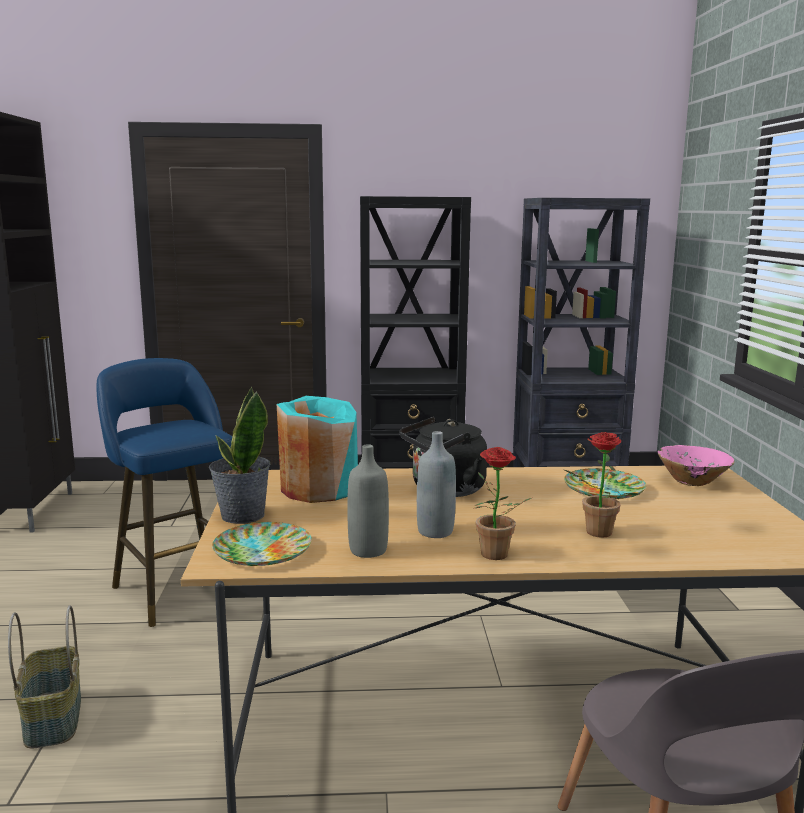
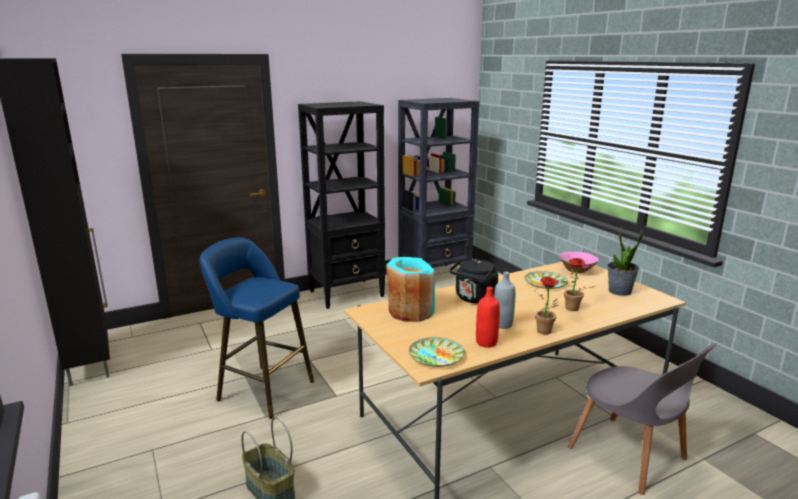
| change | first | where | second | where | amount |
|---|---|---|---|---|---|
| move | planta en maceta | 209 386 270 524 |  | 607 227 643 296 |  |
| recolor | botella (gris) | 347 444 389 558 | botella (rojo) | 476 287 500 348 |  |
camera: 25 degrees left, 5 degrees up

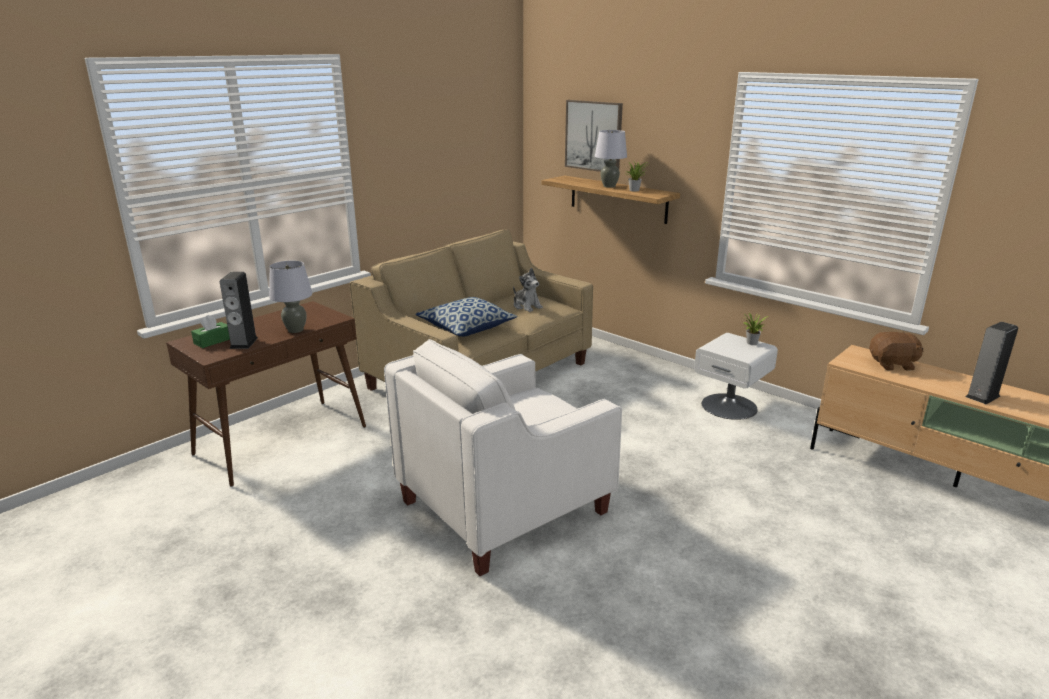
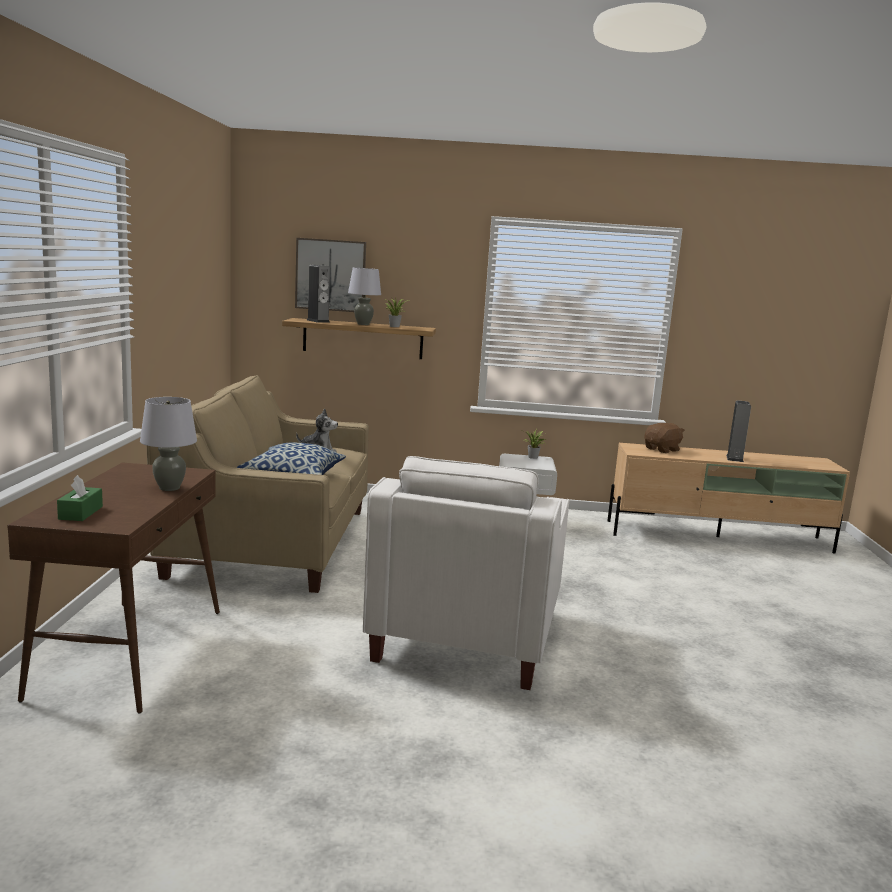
| change | first | where | second | where | amount |
|---|---|---|---|---|---|
| move | altavoz | 220 272 258 349 |  | 307 265 330 322 |  |
camera: 40 degrees left, 10 degrees down

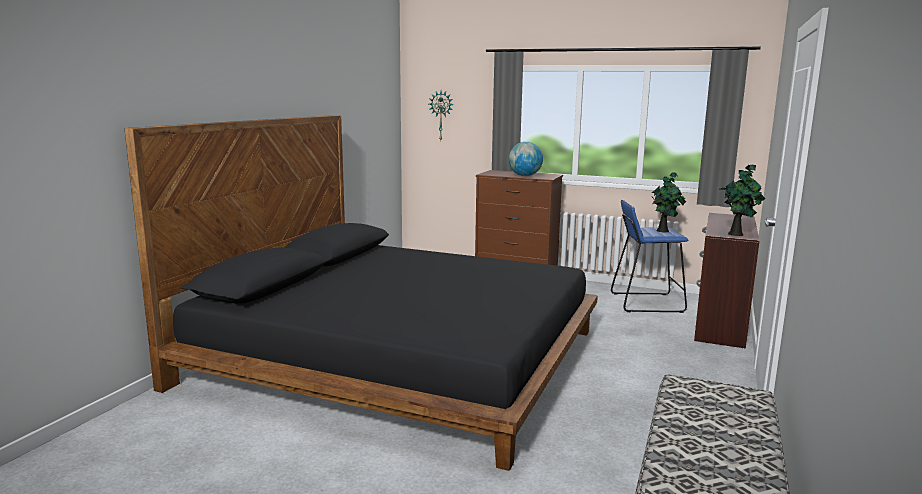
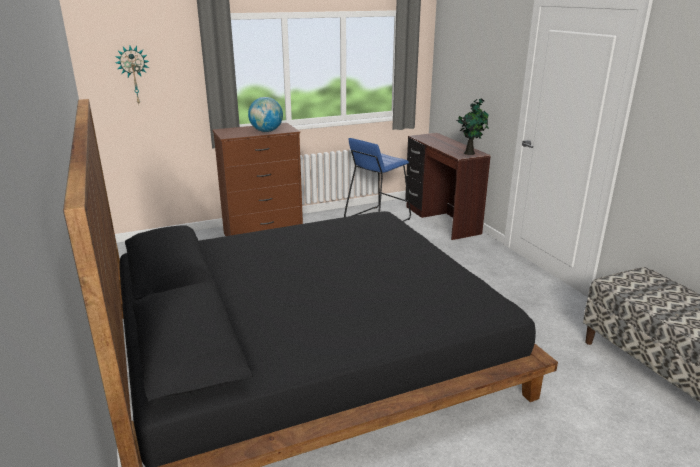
| change | first | where | second | where | amount |
|---|---|---|---|---|---|
| delete | planta en maceta | 651 173 686 232 |  |  |  |
camera: 45 degrees left, 10 degrees up

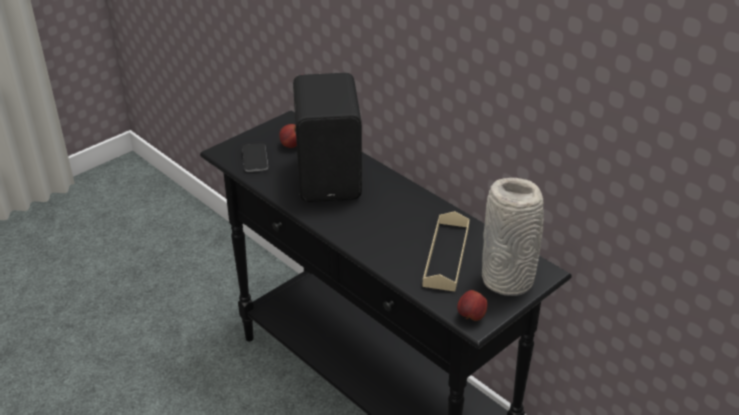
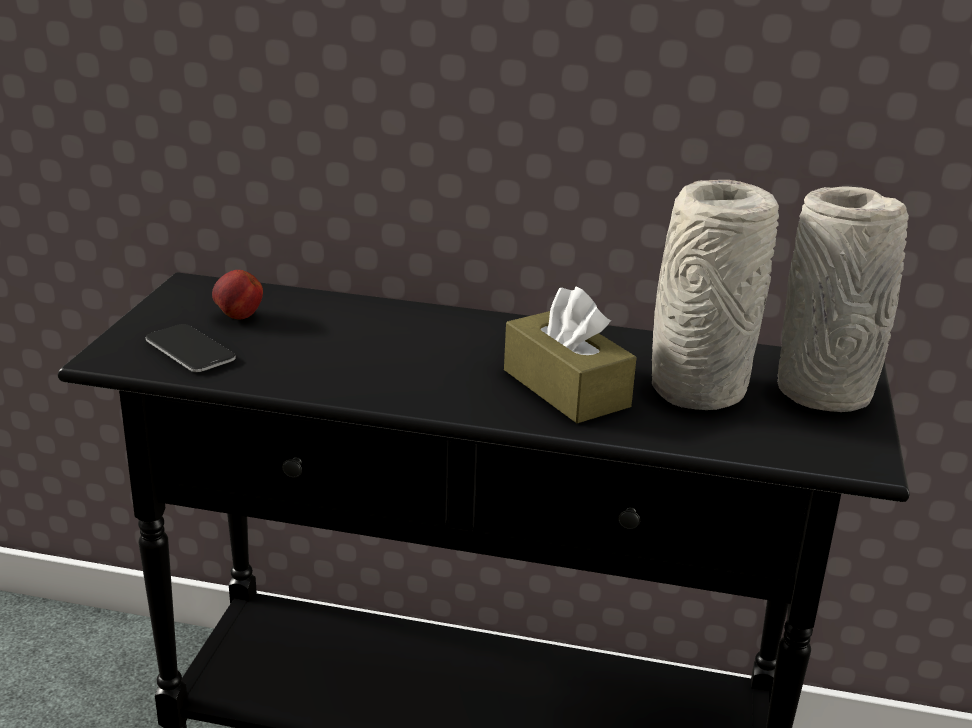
| change | first | where | second | where | amount |
|---|---|---|---|---|---|
| delete | altavoz (negro) | 293 73 362 202 |  |  |  |
| replace | bandeja (beis) | 422 211 470 291 | florero (gris) | 652 180 779 410 |  |
| delete | manzana | 457 290 487 321 |  |  |  |
| insert |  |  | caja de pañuelos (marrón) | 504 286 637 423 |  |
camera: 35 degrees left, 10 degrees down

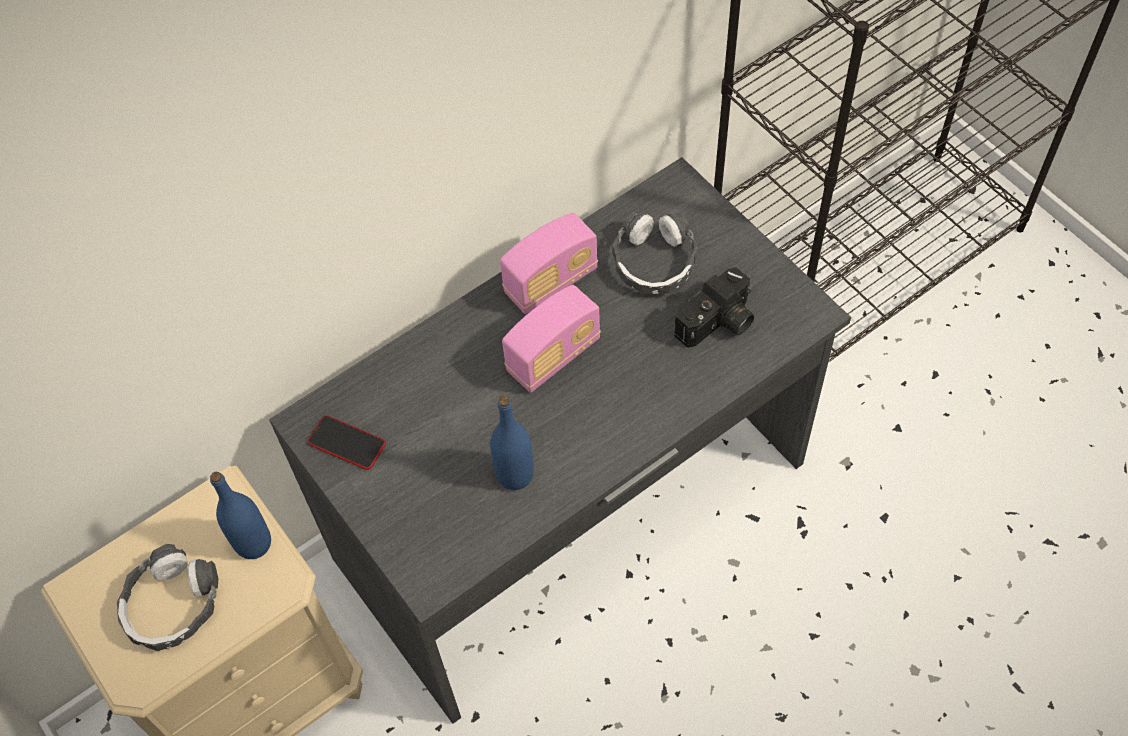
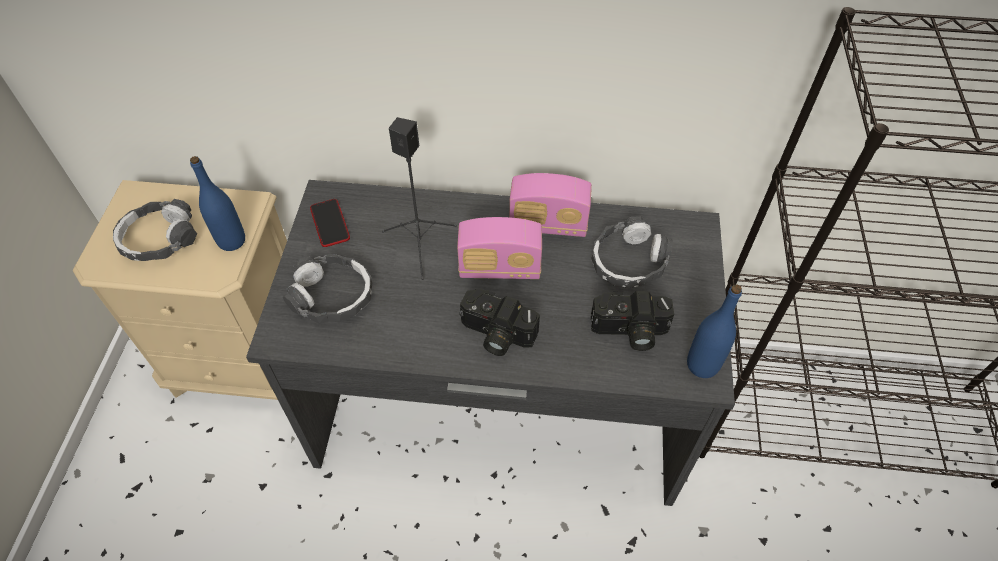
| change | first | where | second | where | amount |
|---|---|---|---|---|---|
| move | botella (azul) | 490 396 534 490 |  | 687 284 742 378 |  |
| insert |  |  | altavoz (negro) | 382 117 457 280 |  |
| insert |  |  | auriculares | 283 254 372 323 |  |
| insert |  |  | cámara | 459 288 540 356 |  |
camera: 40 degrees right, 5 degrees down

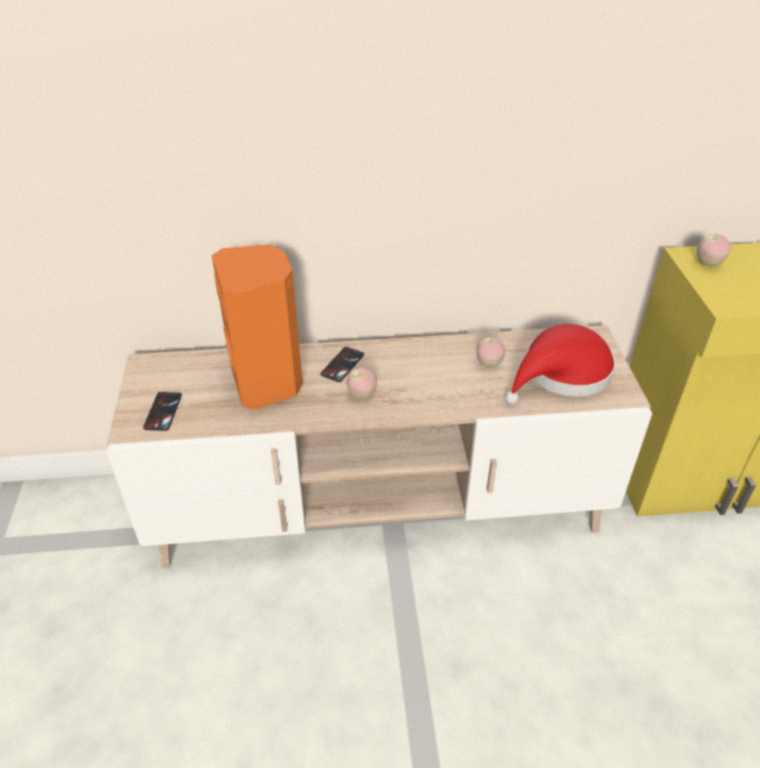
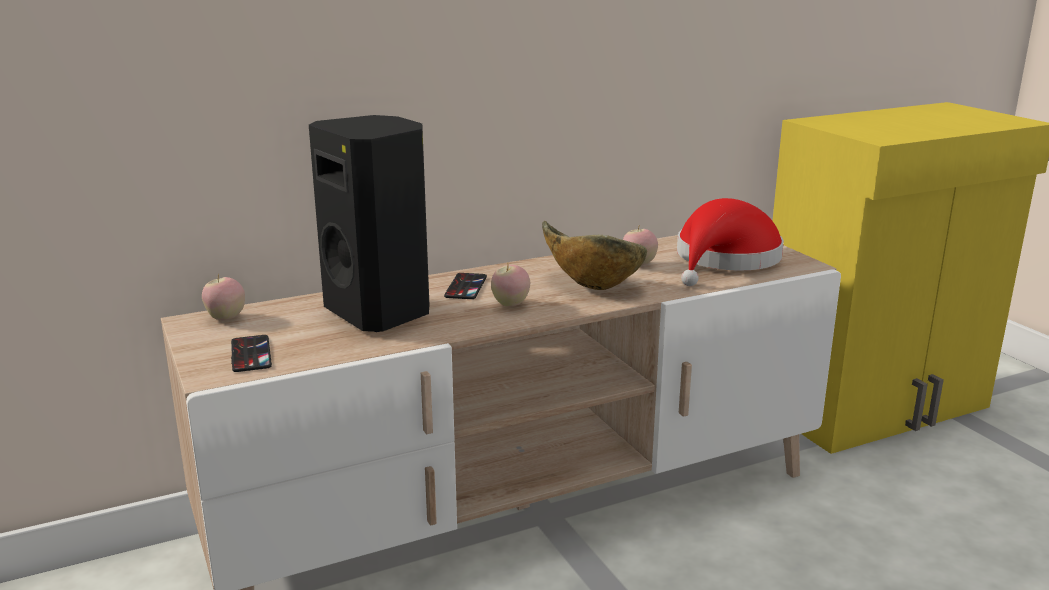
| change | first | where | second | where | amount |
|---|---|---|---|---|---|
| move | manzana | 697 233 731 266 |  | 202 274 245 320 |  |
| recolor | altavoz (naranja) | 212 244 303 410 | altavoz (negro) | 309 115 429 332 |  |
| insert |  |  | cuenco | 542 221 647 290 |  |
camera: 20 degrees left, 20 degrees down

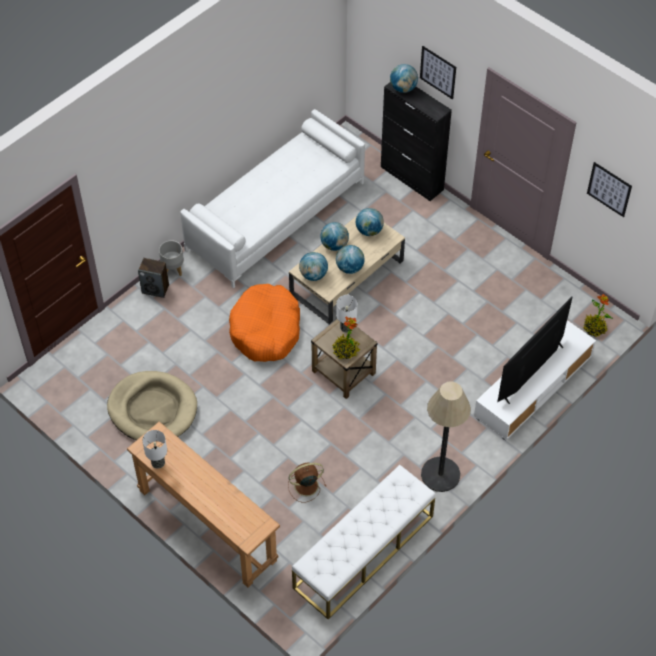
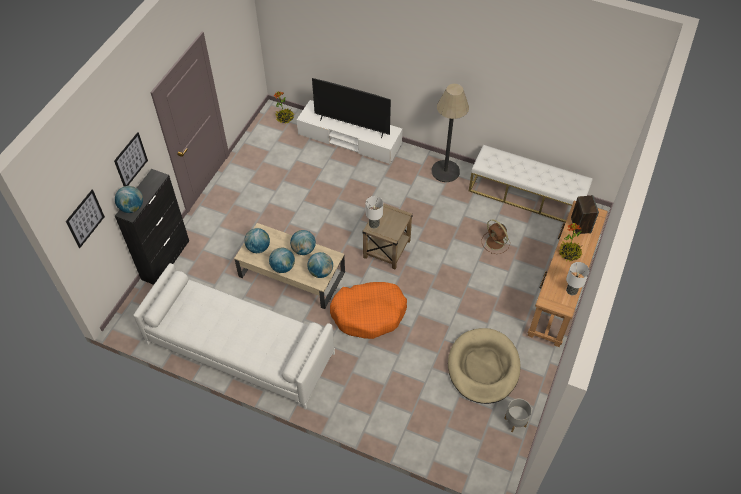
| change | first | where | second | where | amount |
|---|---|---|---|---|---|
| move | cuadro | 587 162 632 217 |  | 66 190 105 248 |  |
| move | maceta (gris) | 159 240 184 276 |  | 504 399 532 432 |  |
| move | altavoz | 138 258 169 298 |  | 571 195 599 234 |  |
| move | planta en maceta | 333 317 360 359 |  | 559 223 583 262 |  |
camera: 110 degrees left, 0 degrees up

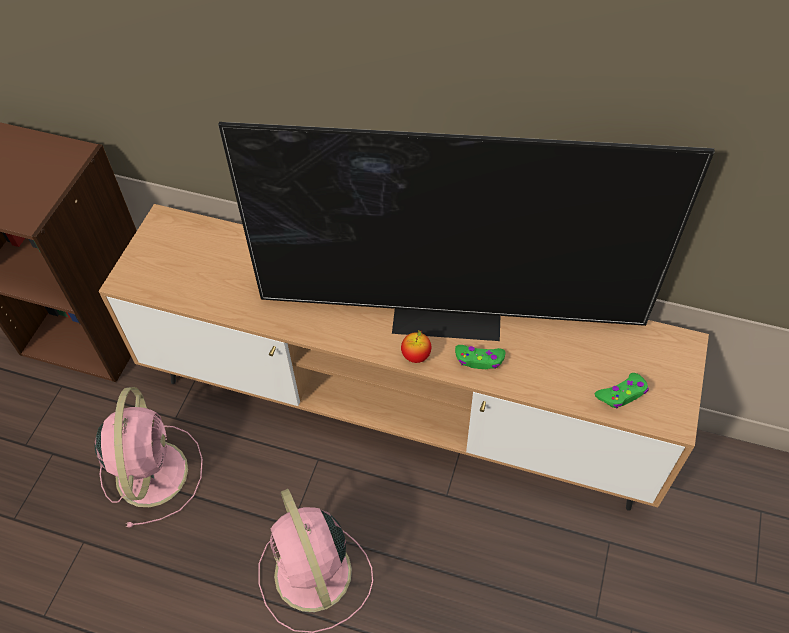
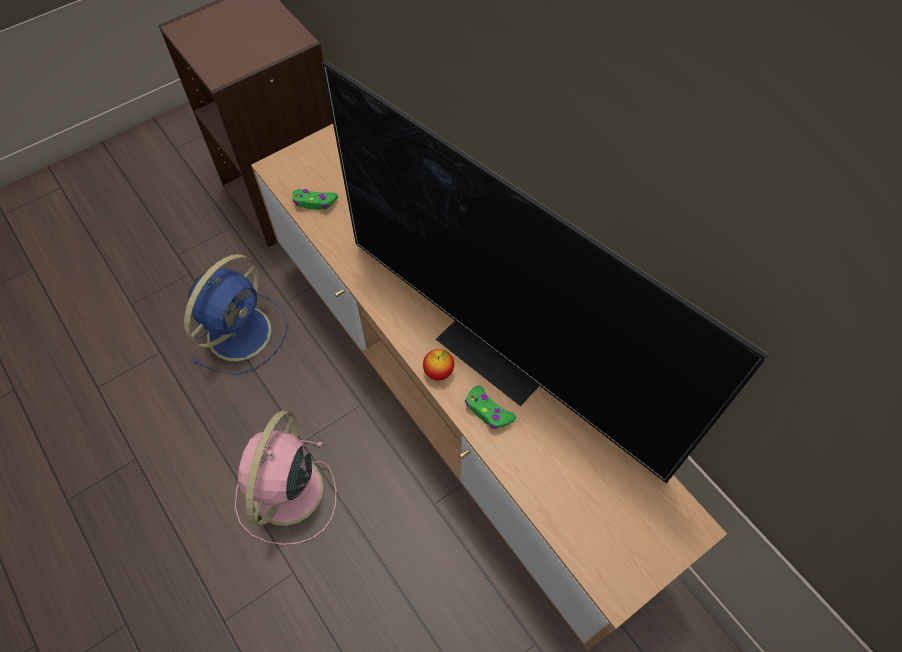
| change | first | where | second | where | amount |
|---|---|---|---|---|---|
| move | mando de consola (verde) | 595 373 649 409 |  | 292 189 338 210 |  |
| recolor | ventilador (rosa) | 95 387 203 528 | ventilador (azul) | 184 254 287 375 |  |
camera: 35 degrees right, 5 degrees up

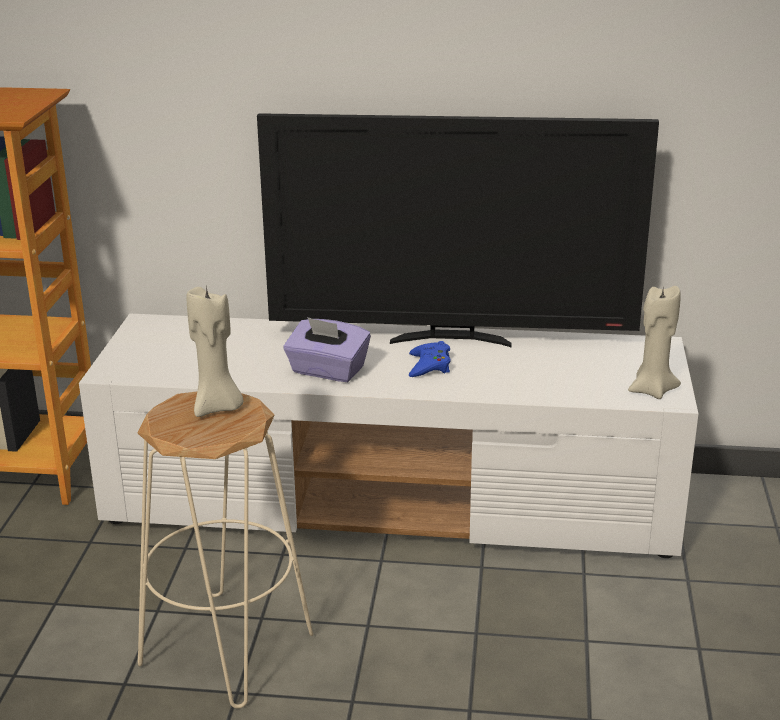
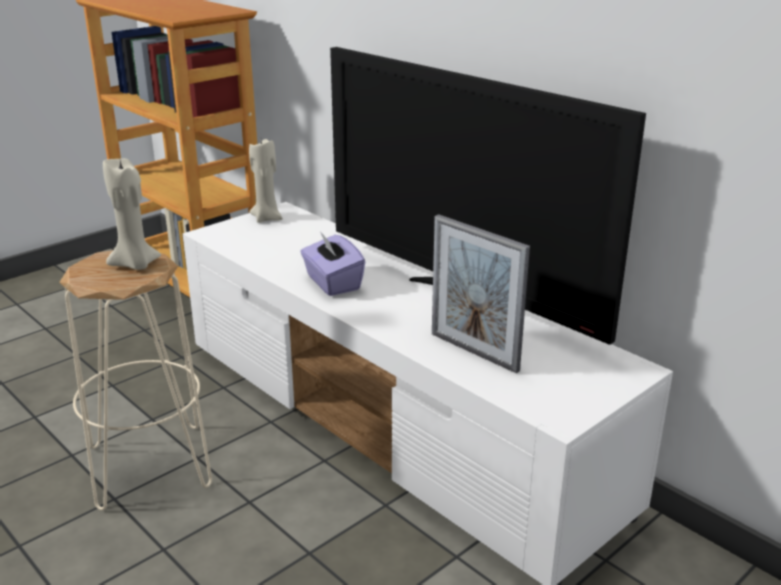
| change | first | where | second | where | amount |
|---|---|---|---|---|---|
| move | vela (beis) | 628 286 681 399 |  | 249 139 283 223 |  |
| delete | mando de consola (azul) | 409 341 451 377 |  |  |  |
| insert |  |  | portarretratos | 432 214 530 373 |  |
camera: 40 degrees right, 0 degrees up

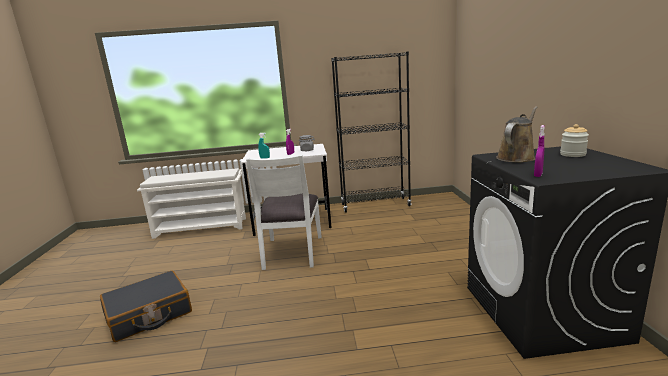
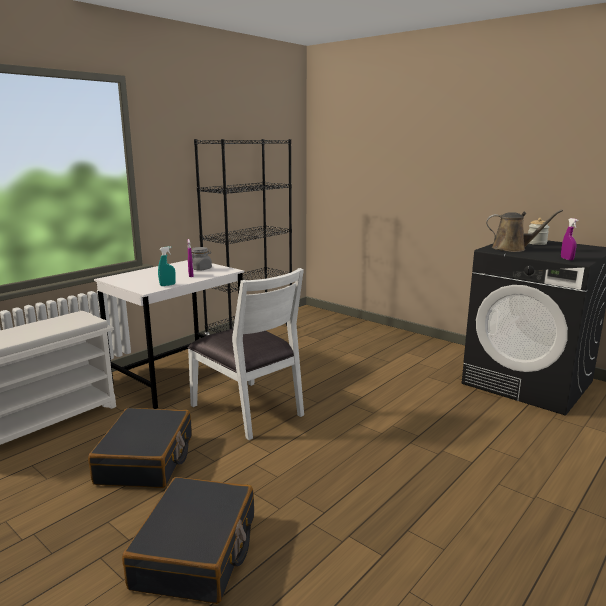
| change | first | where | second | where | amount |
|---|---|---|---|---|---|
| rotate | regadera (marrón) | 496 106 537 162 |  | 486 210 563 252 | 105 degrees clockwise |
| insert |  |  | maleta (negro) | 88 408 192 488 |  |
camera: 45 degrees left, 0 degrees up

